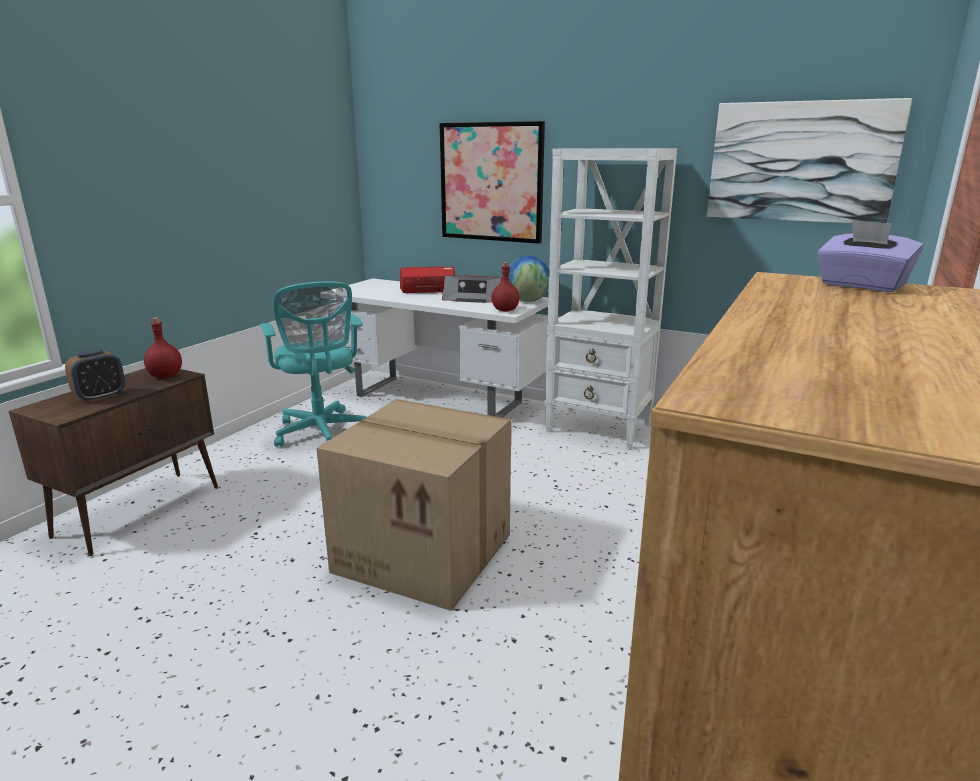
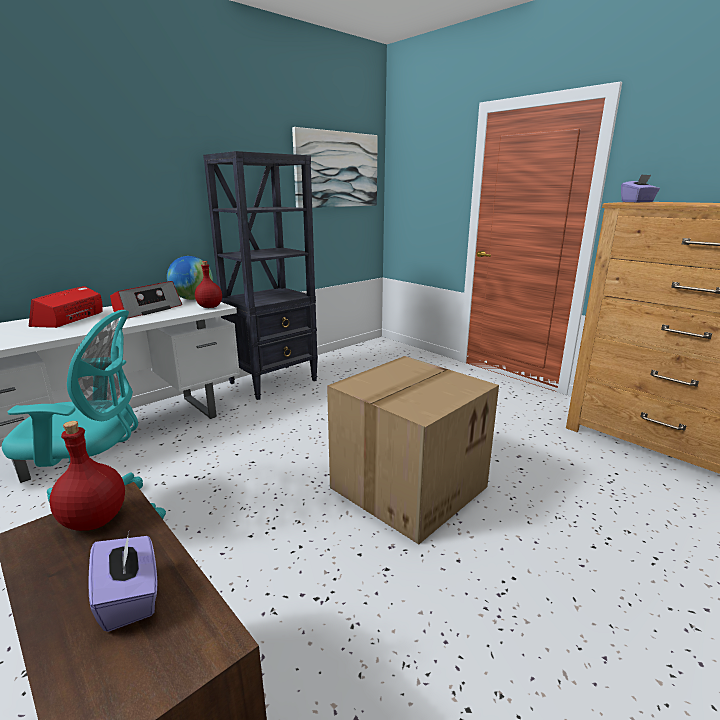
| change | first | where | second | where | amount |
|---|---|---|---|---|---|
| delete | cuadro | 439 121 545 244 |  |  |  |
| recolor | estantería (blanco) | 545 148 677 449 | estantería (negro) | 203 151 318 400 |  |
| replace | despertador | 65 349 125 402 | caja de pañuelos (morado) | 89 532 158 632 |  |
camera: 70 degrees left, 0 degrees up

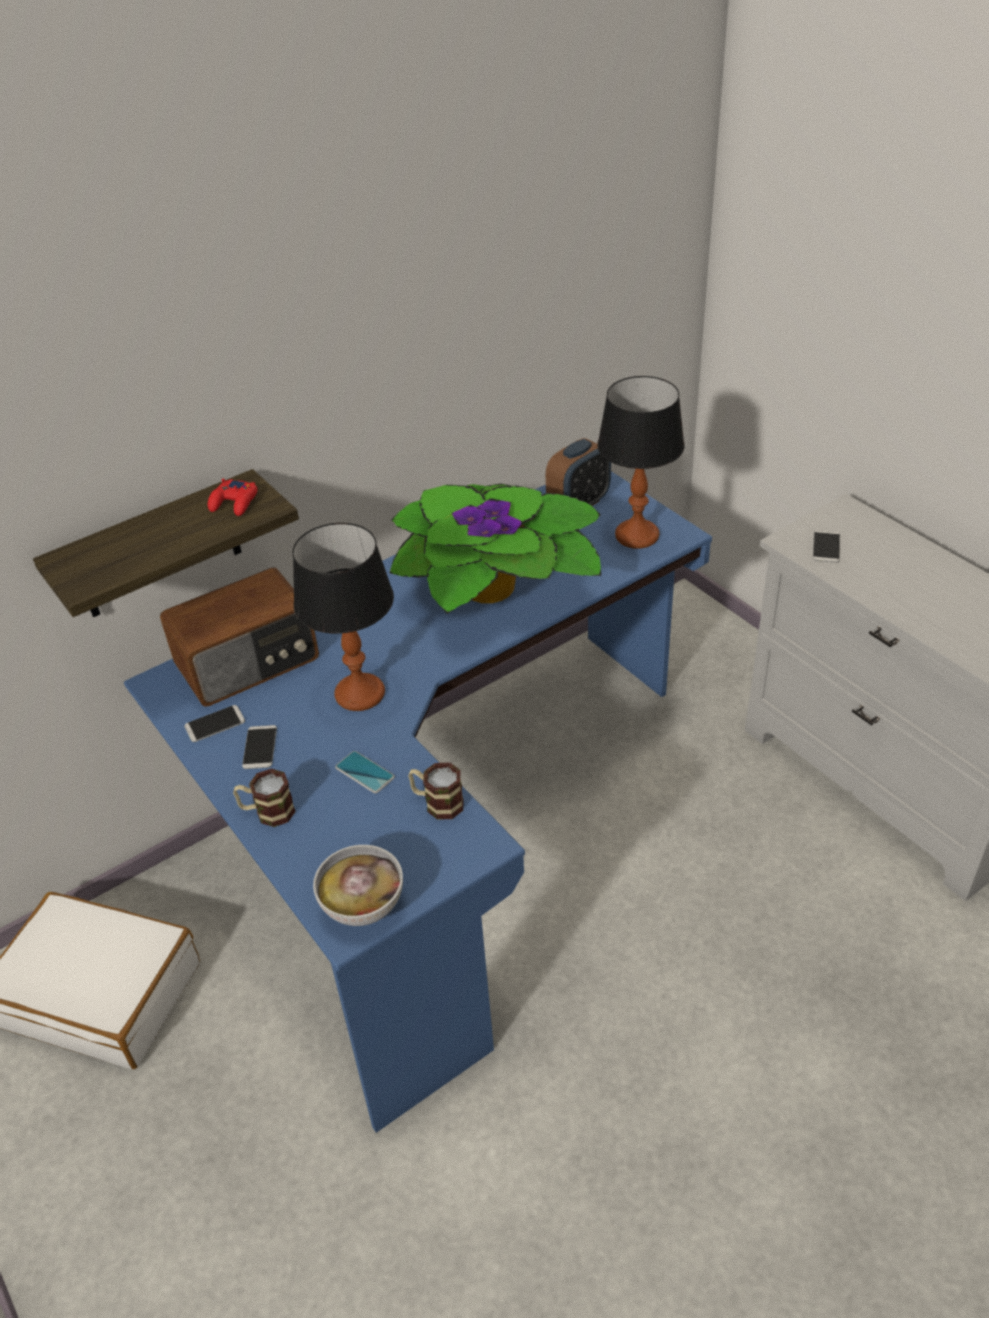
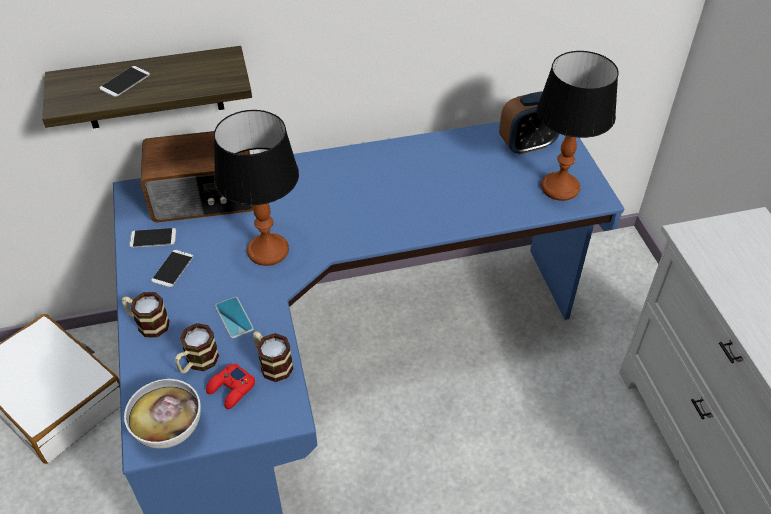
| change | first | where | second | where | amount |
|---|---|---|---|---|---|
| move | mando de consola (rojo) | 208 478 257 516 |  | 206 363 255 409 |  |
| delete | planta en maceta | 390 483 601 614 |  |  |  |
| move | móvil | 813 530 840 563 |  | 99 66 150 97 |  |
| insert |  |  | taza grande | 175 323 219 374 |  |
camera: 20 degrees right, 5 degrees up

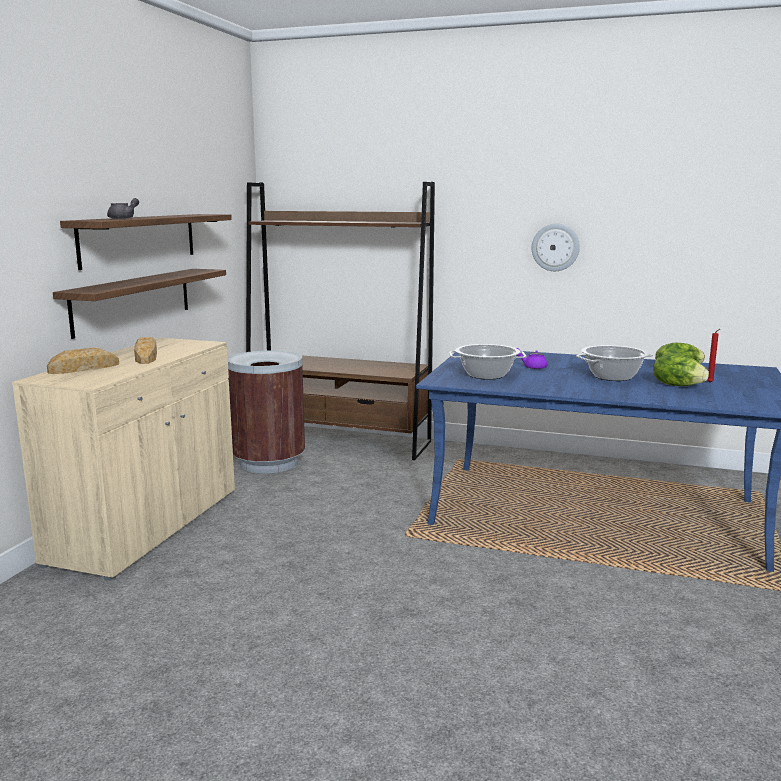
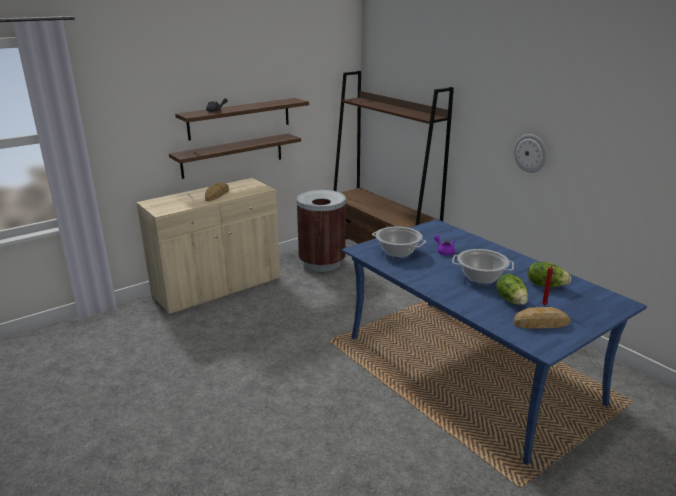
| change | first | where | second | where | amount |
|---|---|---|---|---|---|
| move | pan | 47 348 119 374 |  | 513 307 571 329 |  |
camera: 35 degrees right, 10 degrees up

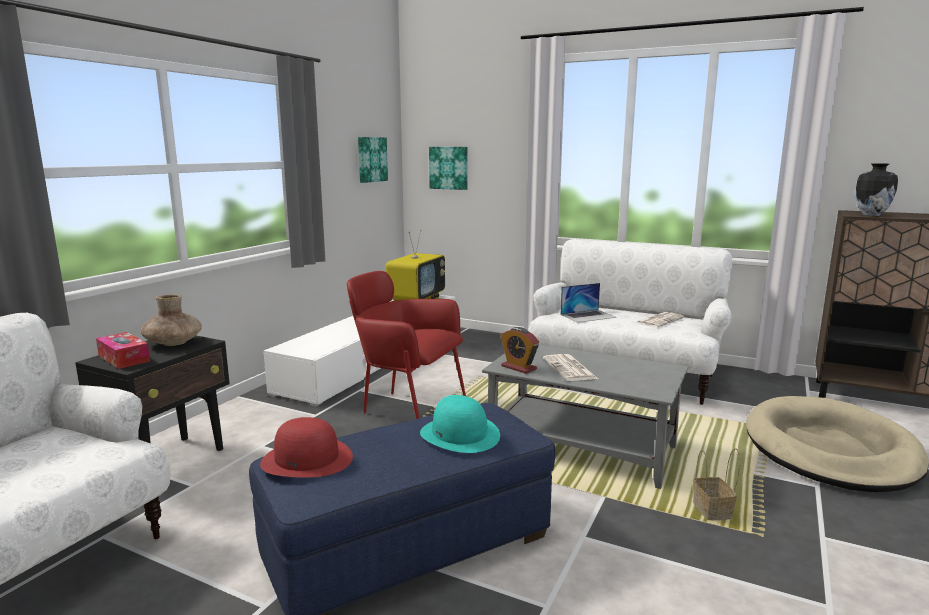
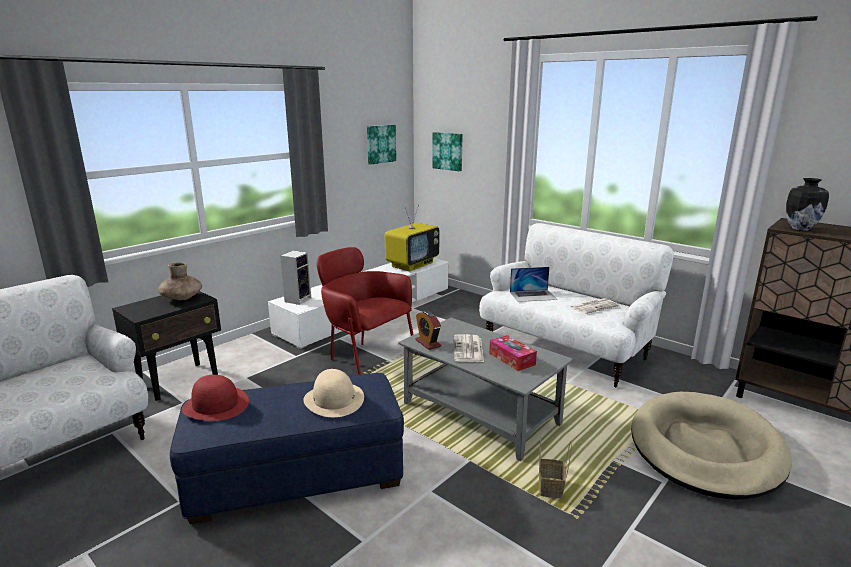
| change | first | where | second | where | amount |
|---|---|---|---|---|---|
| move | caja de pañuelos | 96 332 150 369 |  | 489 335 537 371 |  |
| recolor | sombrero (turquesa) | 420 395 500 453 | sombrero (beis) | 303 369 364 417 |  |
| insert |  |  | altavoz | 280 251 311 305 |  |
camera: 15 degrees right, 5 degrees up

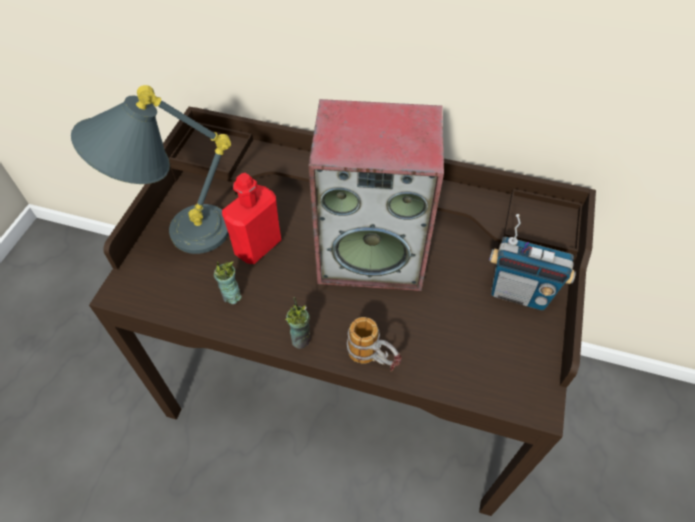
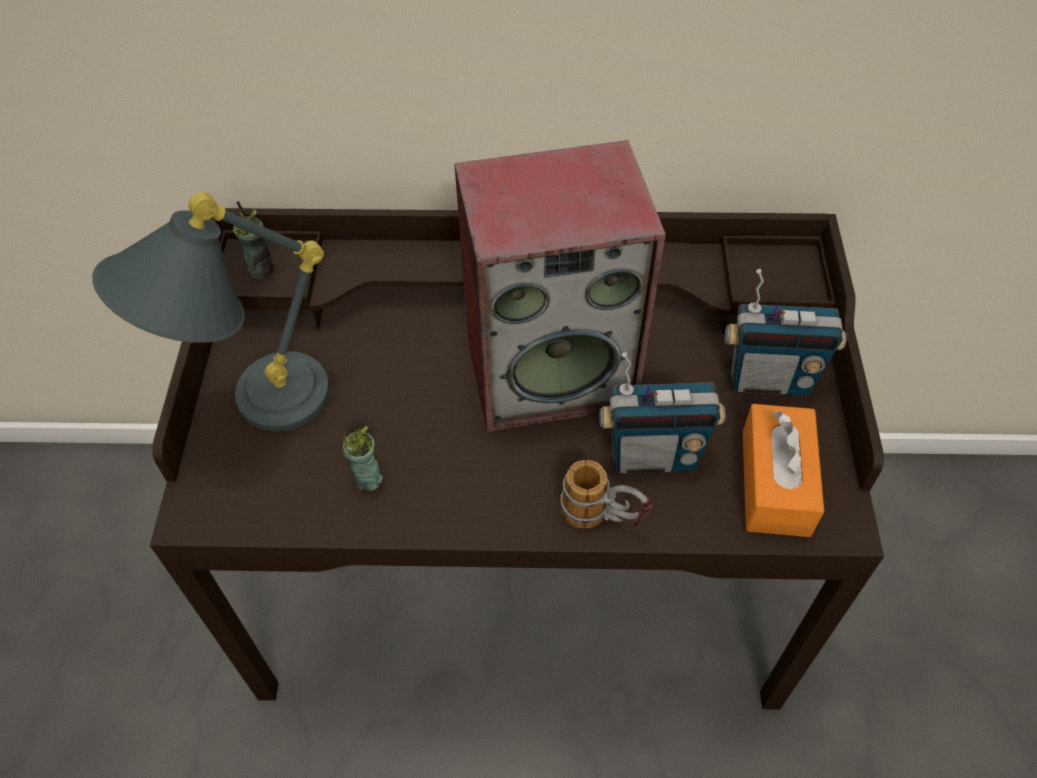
| change | first | where | second | where | amount |
|---|---|---|---|---|---|
| delete | botella (rojo) | 222 173 281 264 |  |  |  |
| move | taza | 285 297 311 349 |  | 232 201 275 280 |  |
| insert |  |  | radio | 599 352 725 473 |  |
| insert |  |  | caja de pañuelos (naranja) | 743 404 824 537 |  |
camera: 15 degrees left, 0 degrees up

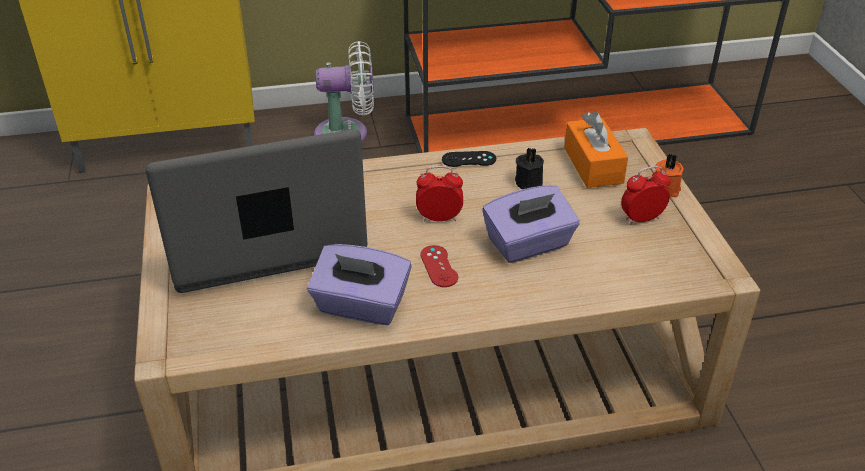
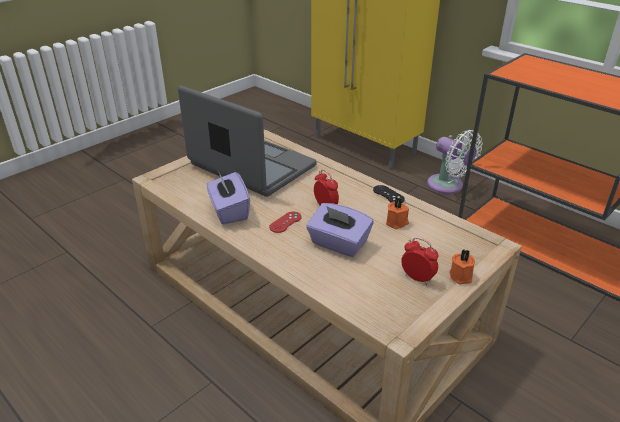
| change | first | where | second | where | amount |
|---|---|---|---|---|---|
| delete | caja de pañuelos (naranja) | 564 111 628 188 |  |  |  |
| recolor | vela (negro) | 515 148 544 189 | vela (naranja) | 386 198 409 229 |  |
camera: 55 degrees right, 5 degrees down

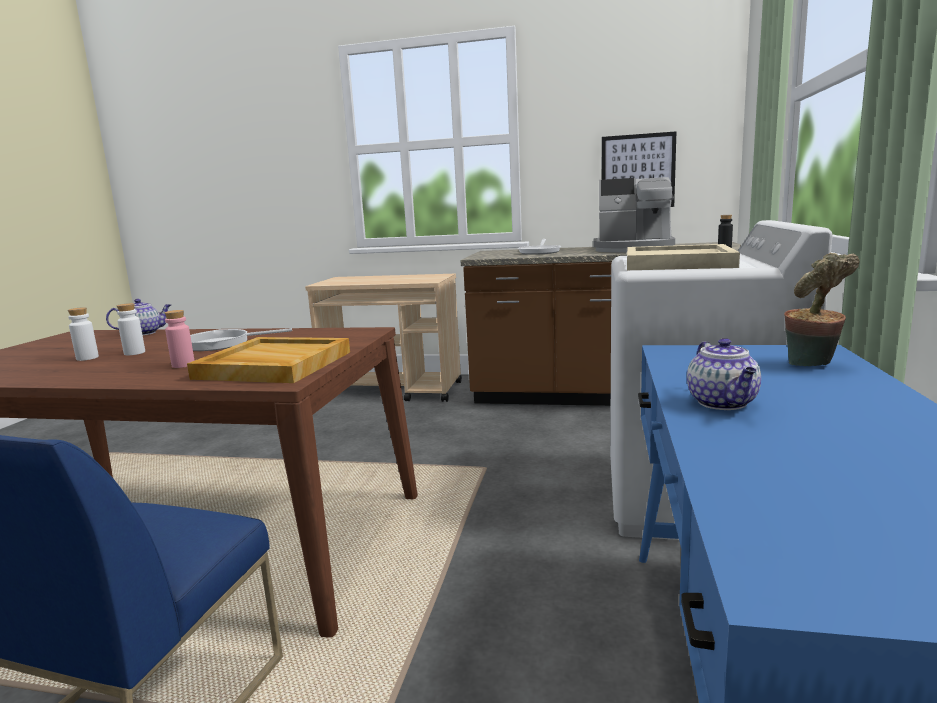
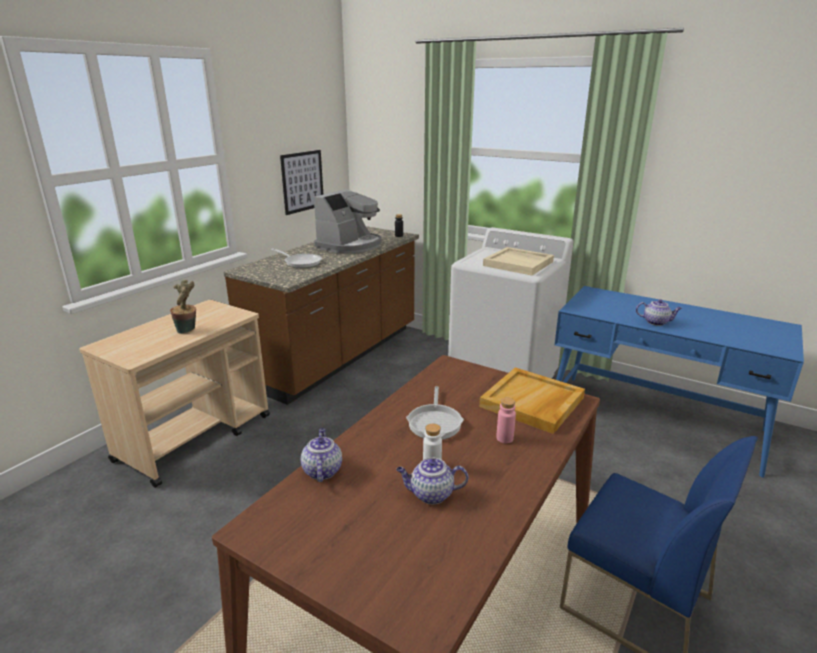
| change | first | where | second | where | amount |
|---|---|---|---|---|---|
| move | planta en maceta | 784 253 860 366 |  | 170 280 196 334 |  |
| replace | botella (blanco) | 68 307 99 361 | tetera | 396 457 468 504 |  |
camera: 70 degrees left, 10 degrees up

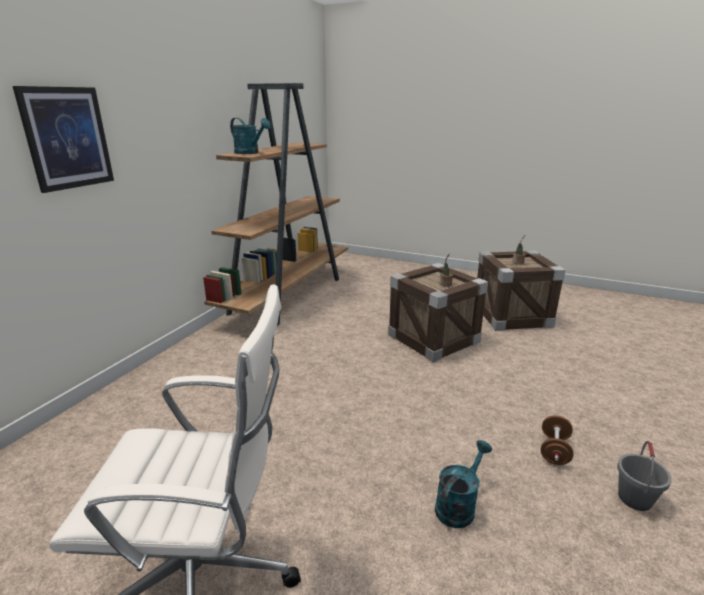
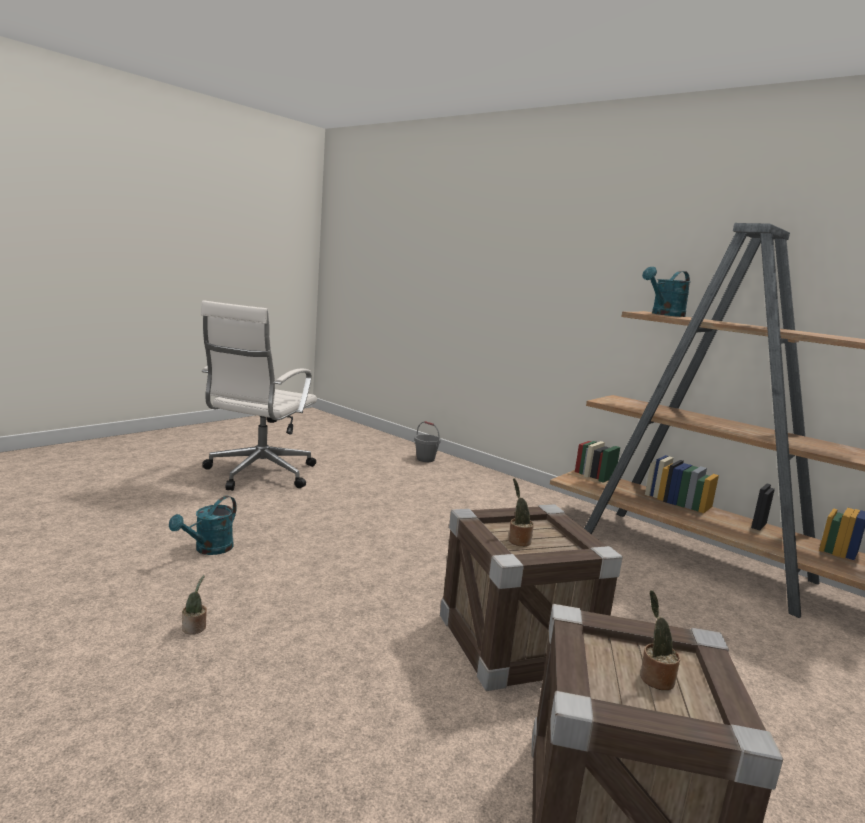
| change | first | where | second | where | amount |
|---|---|---|---|---|---|
| delete | cuadro | 13 86 114 193 |  |  |  |
| replace | mancuerna (marrón) | 541 415 573 465 | planta en maceta | 182 575 207 634 |  |
| rotate | regadera (turquesa) | 435 440 492 528 |  | 169 496 237 555 | 60 degrees clockwise |
| move | cubo (gris) | 617 441 672 511 |  | 414 421 441 462 |  |
camera: 105 degrees right, 10 degrees down

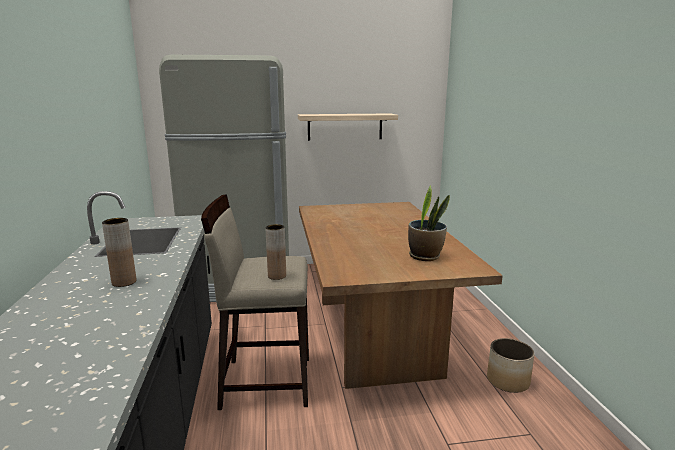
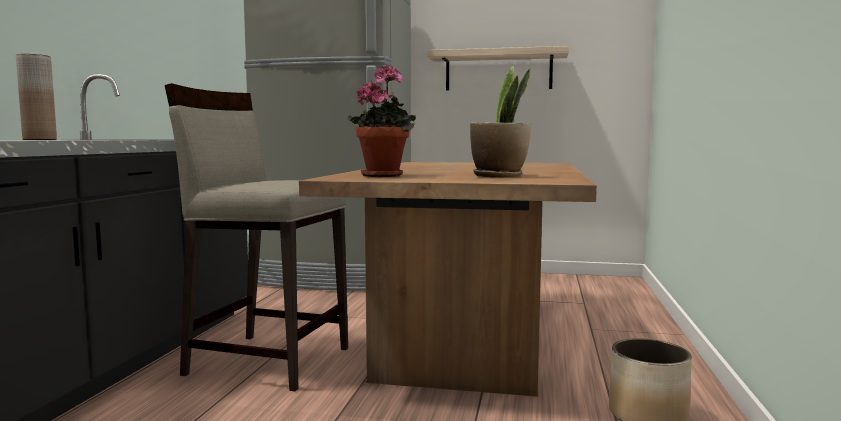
| change | first | where | second | where | amount |
|---|---|---|---|---|---|
| delete | florero (marrón) | 265 224 286 280 |  |  |  |
| insert |  |  | planta en maceta | 347 64 416 177 |  |
camera: 20 degrees right, 10 degrees down

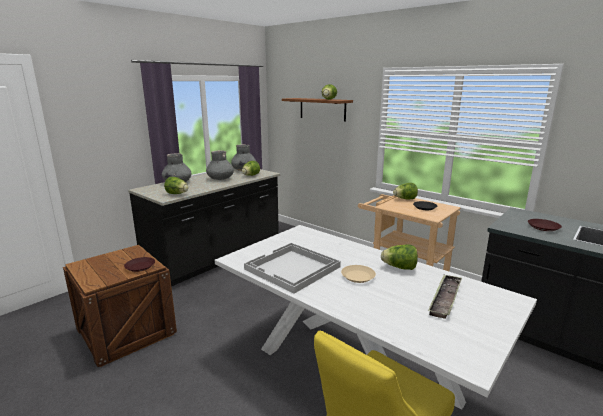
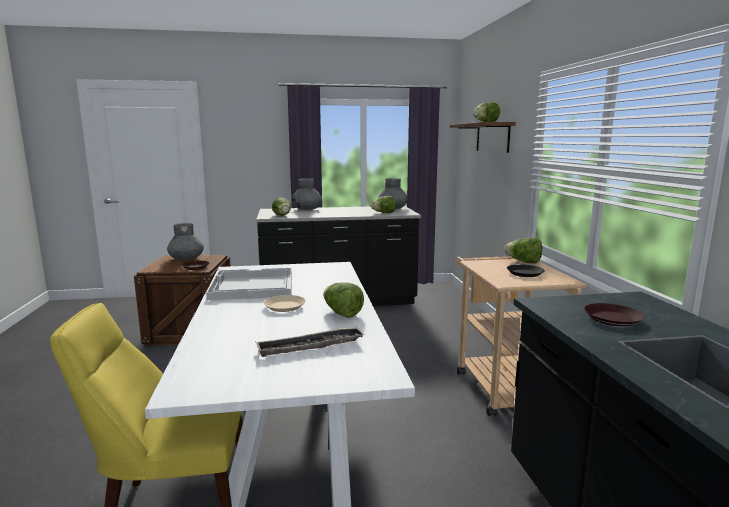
| change | first | where | second | where | amount |
|---|---|---|---|---|---|
| move | florero (gris) | 206 150 234 180 |  | 167 223 204 260 |  |
camera: 40 degrees right, 5 degrees down

